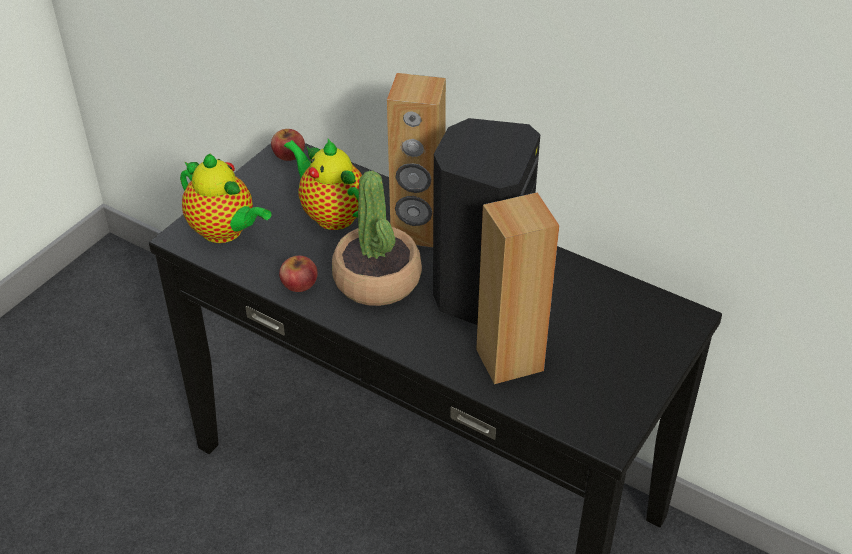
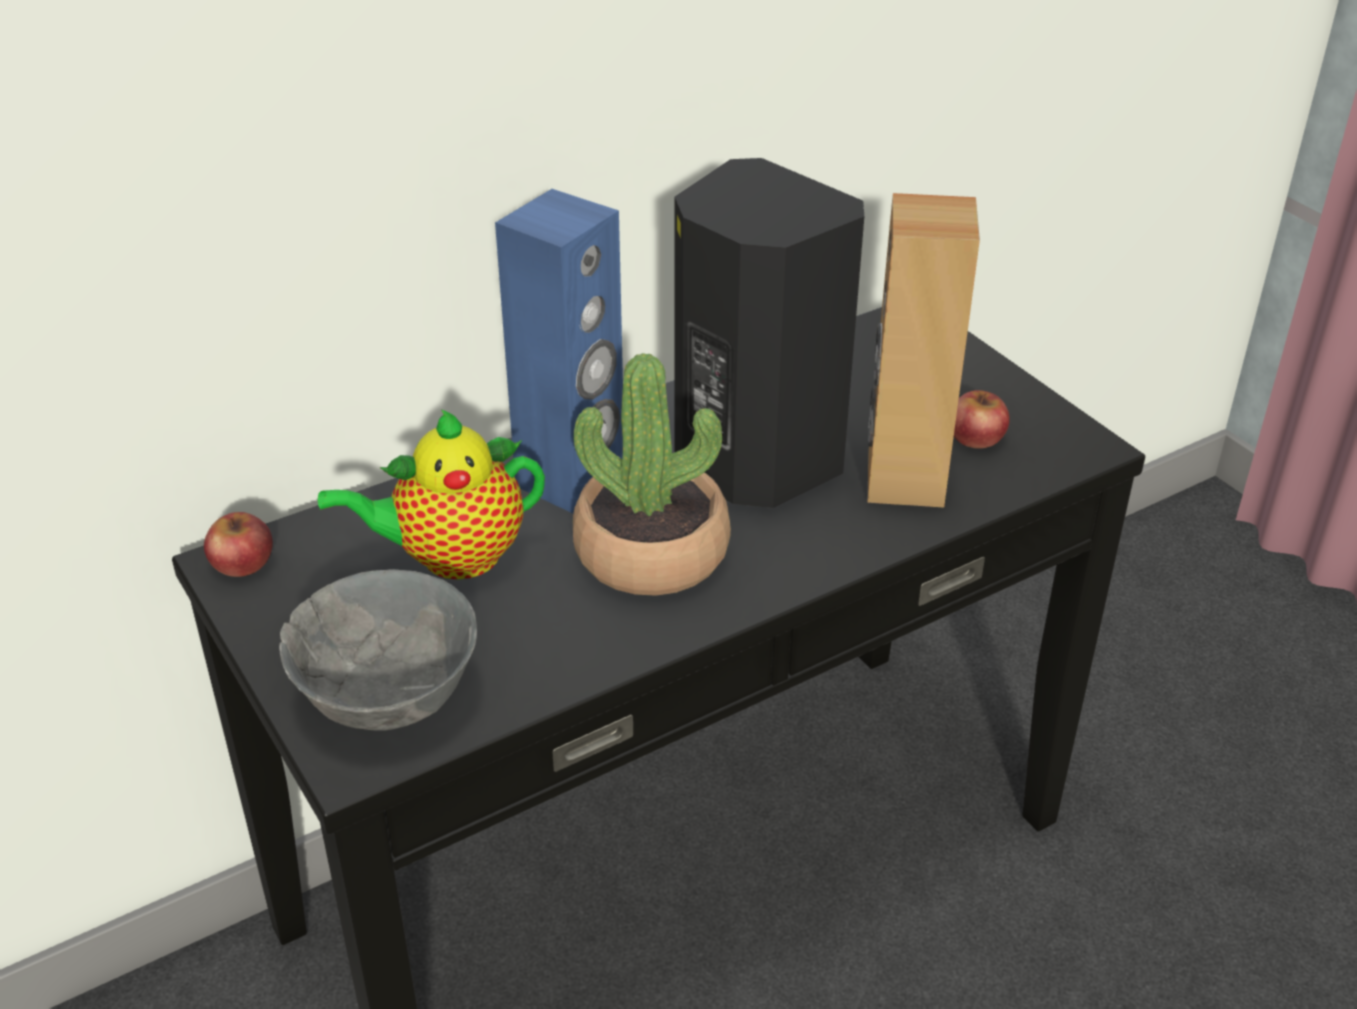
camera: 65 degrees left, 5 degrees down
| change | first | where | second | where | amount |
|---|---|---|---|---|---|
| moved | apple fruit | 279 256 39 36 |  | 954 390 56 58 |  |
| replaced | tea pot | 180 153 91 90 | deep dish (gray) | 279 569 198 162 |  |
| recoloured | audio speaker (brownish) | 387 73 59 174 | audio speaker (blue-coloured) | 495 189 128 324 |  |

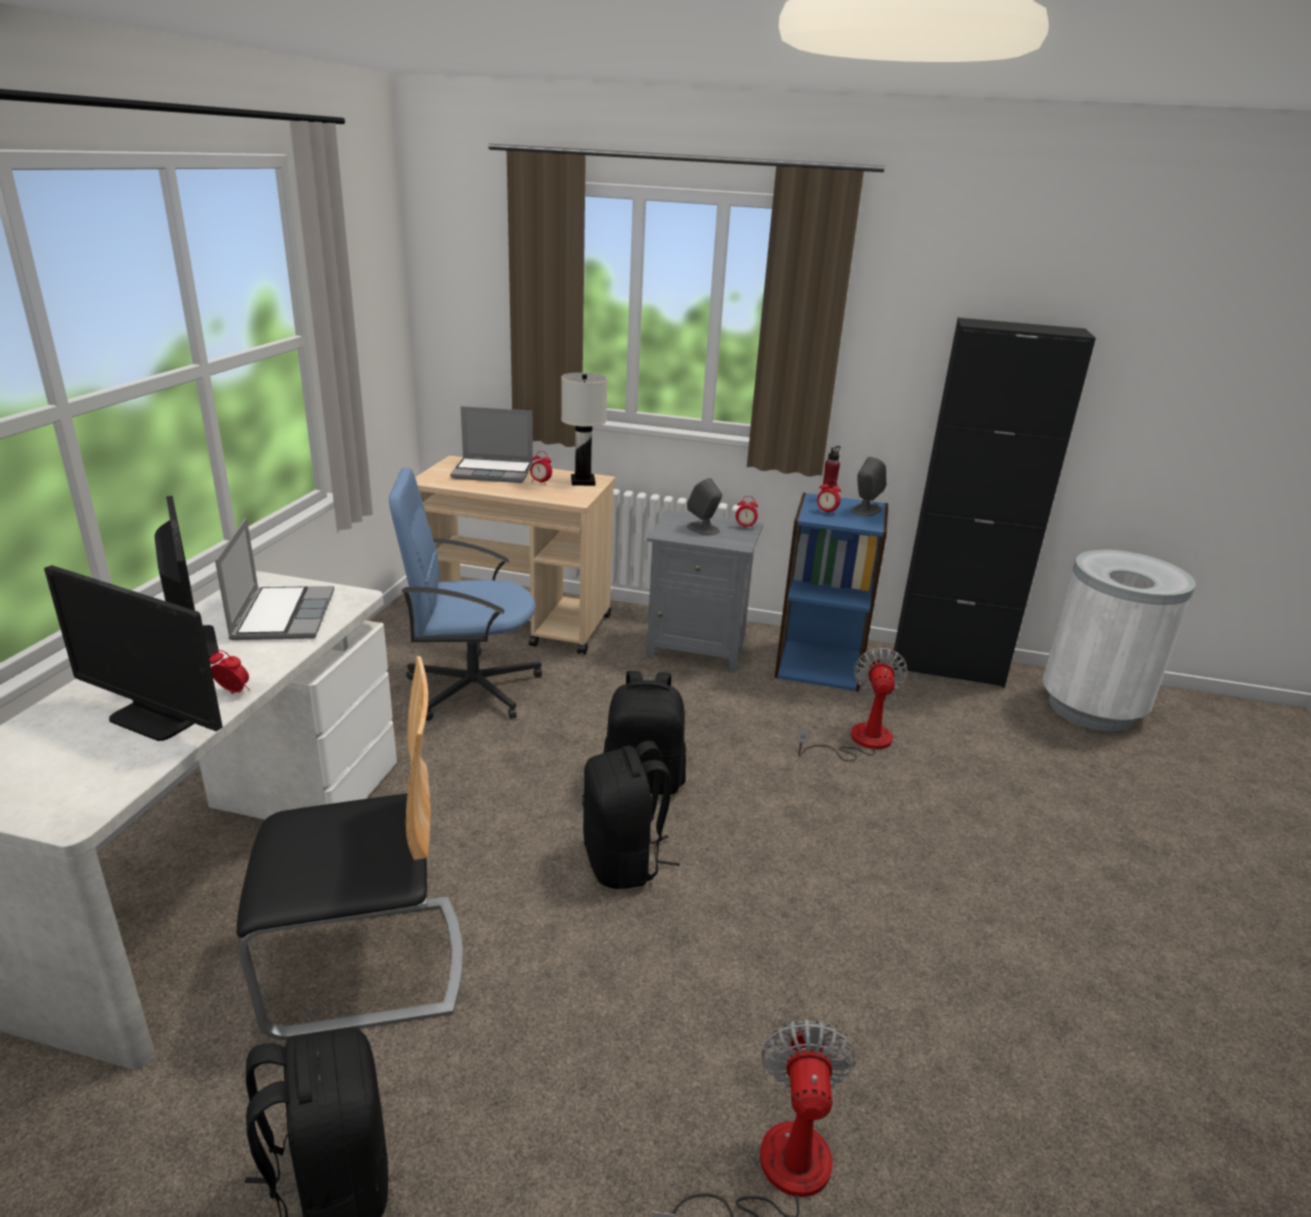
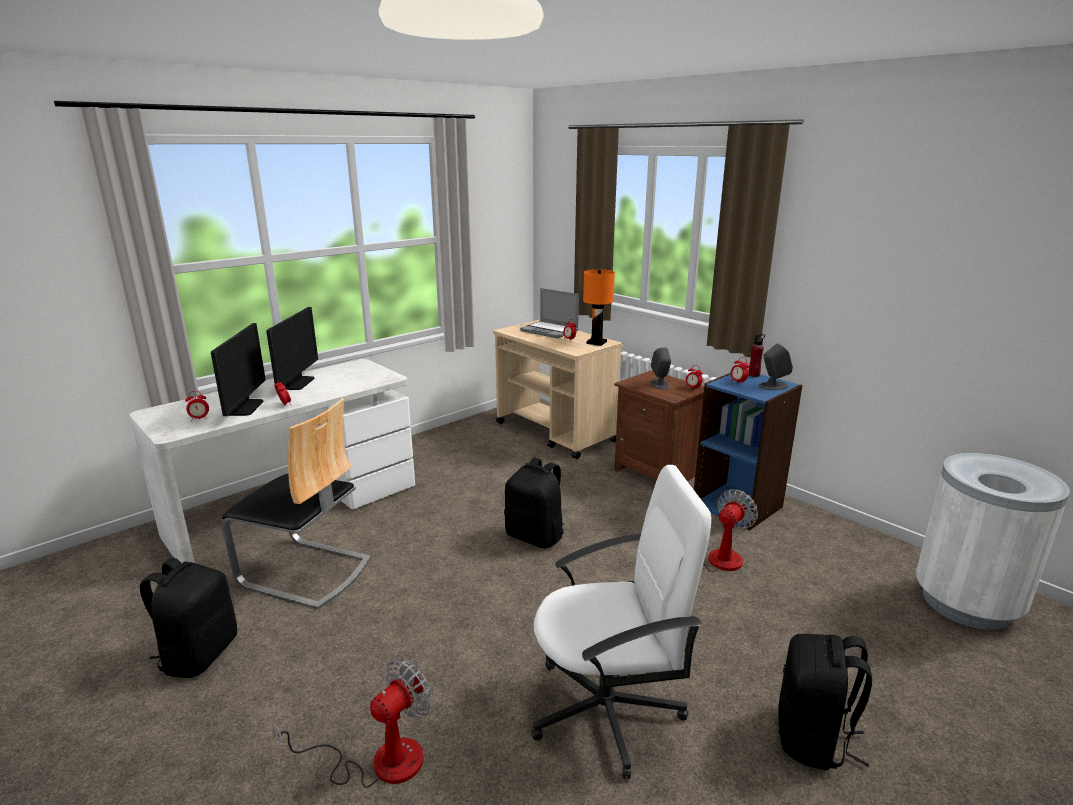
camera: 35 degrees right, 5 degrees down
| change | first | where | second | where | amount |
|---|---|---|---|---|---|
| removed | notebook computer | 215 518 119 122 |  |  |  |
| removed | desk chair (blue-coloured) | 389 468 153 253 |  |  |  |
| removed | storage cabinet (blackish) | 894 318 202 370 |  |  |  |
| added |  |  | bedside clock | 185 391 24 31 |  |
| added |  |  | desk chair (whitish) | 532 465 179 314 |  |
| moved | rucksack (blackish) | 582 741 98 148 |  | 778 634 94 136 |  |
| recoloured | tabletop lamp (whitish) | 561 372 47 114 | tabletop lamp (orangey) | 583 269 32 77 |  |
| recoloured | nightstand (gray) | 646 510 117 163 | nightstand (brownish) | 614 370 90 111 |  |
| turned | computer display | 44 565 179 176 |  | 211 323 55 93 | 150 degrees counterclockwise |

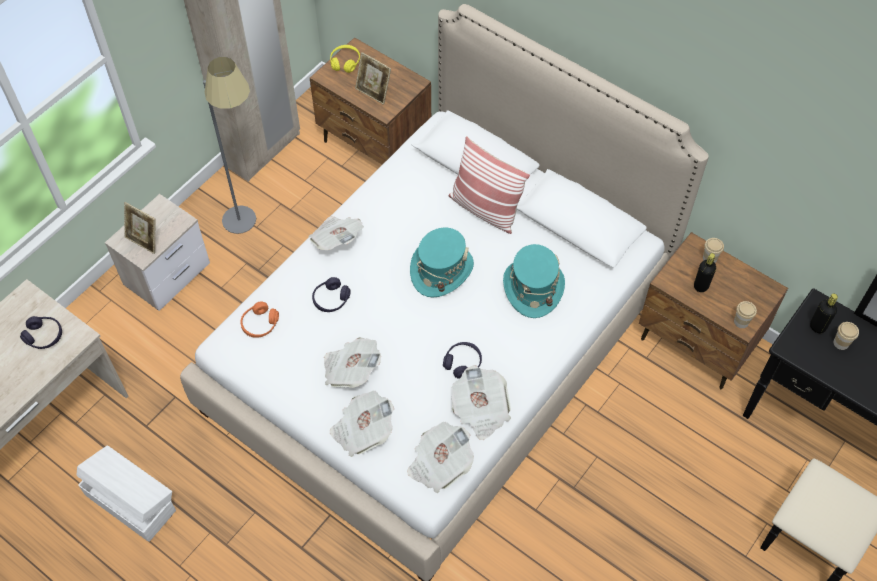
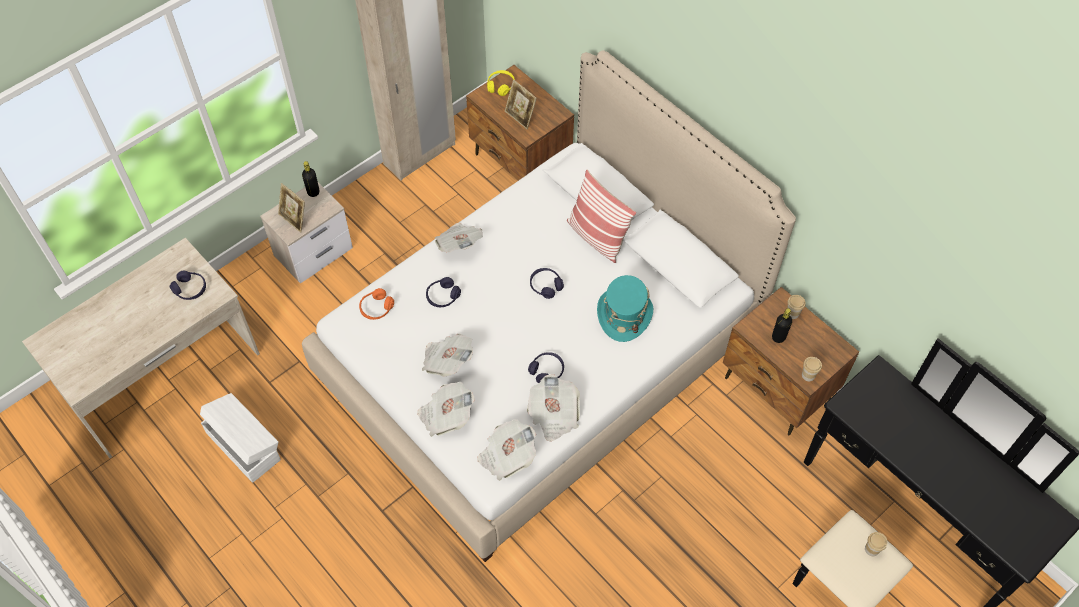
camera: 10 degrees right, 0 degrees up
| change | first | where | second | where | amount |
|---|---|---|---|---|---|
| removed | standing lamp (gray) | 203 57 53 177 |  |  |  |
| moved | bottle (blackish) | 810 294 28 39 |  | 302 161 17 36 |  |
| moved | cup | 834 322 25 28 |  | 865 532 23 24 |  |
| replaced | wearable hat (blue-green) | 410 227 64 70 | pair of headphones (purple-coloured) | 530 268 34 31 |  |

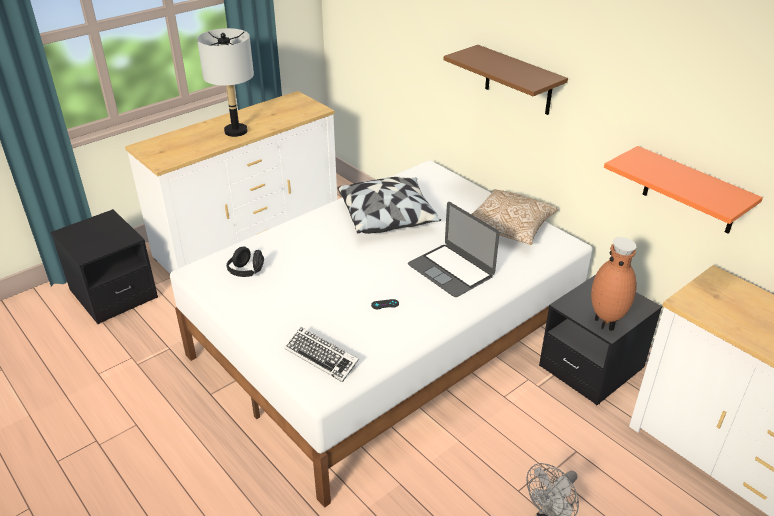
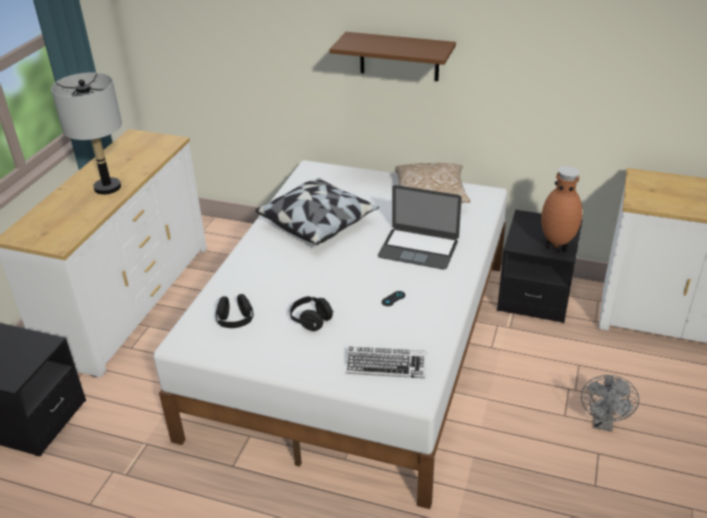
camera: 30 degrees left, 0 degrees up
| change | first | where | second | where | amount |
|---|---|---|---|---|---|
| removed | bracket shelf (orangey) | 604 146 159 88 |  |  |  |
| added |  |  | pair of headphones (blackish) | 290 296 44 35 |  |

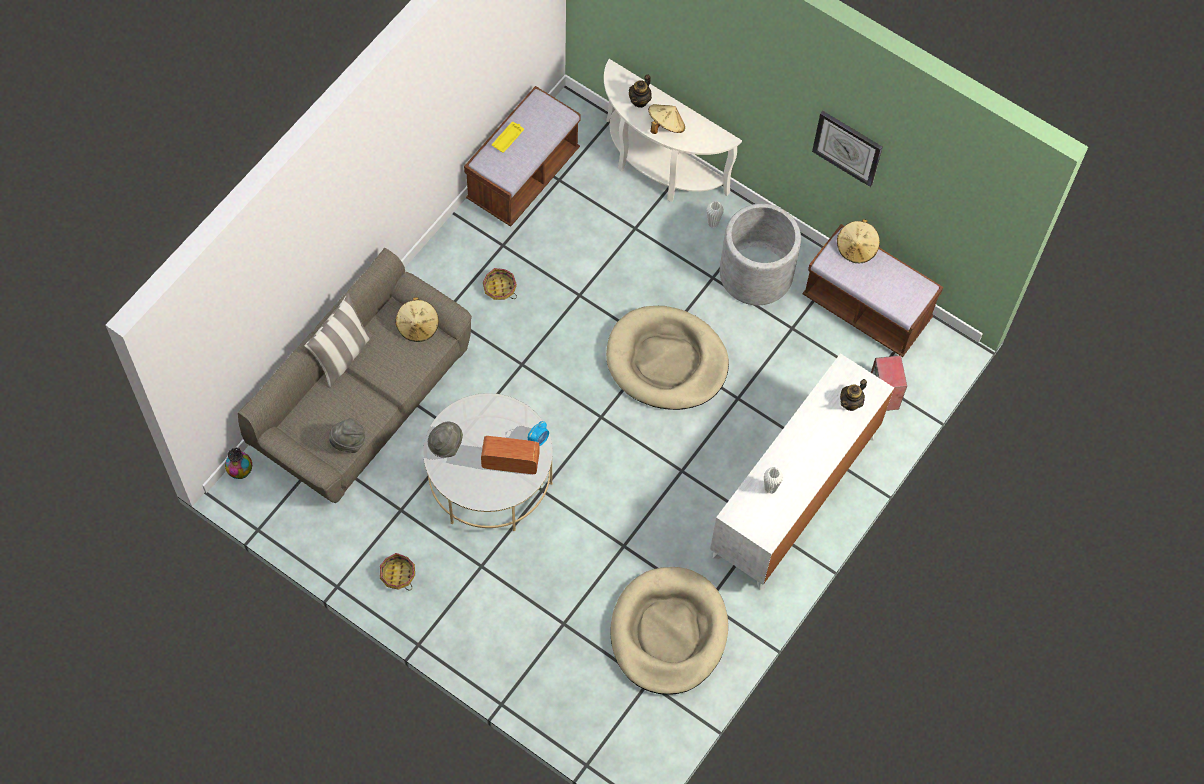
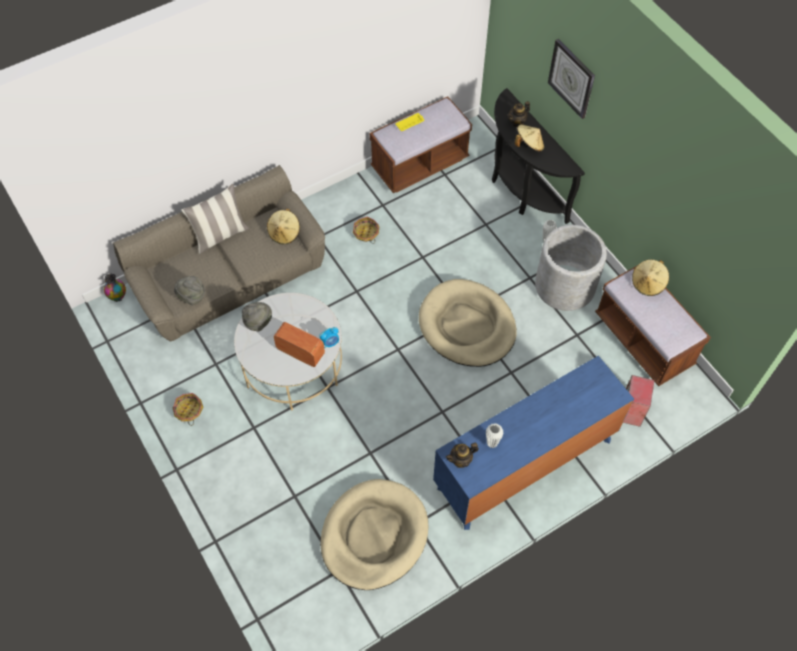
camera: 25 degrees right, 5 degrees down
| change | first | where | second | where | amount |
|---|---|---|---|---|---|
| moved | clock on the wall | 812 111 71 76 |  | 548 39 47 80 |  |
| moved | tea pot | 840 379 27 32 |  | 446 443 33 25 |  |
| recoloured | narrow table (whitish) | 604 59 138 143 | narrow table (blackish) | 492 88 93 136 |  |
| recoloured | chest of drawers (whitish) | 710 353 184 237 | chest of drawers (blue-coloured) | 433 356 201 174 |  |

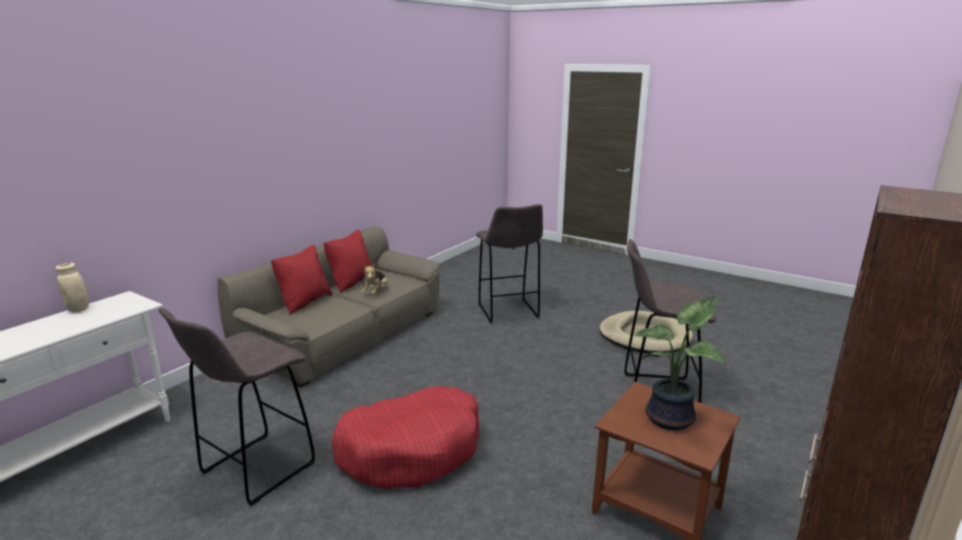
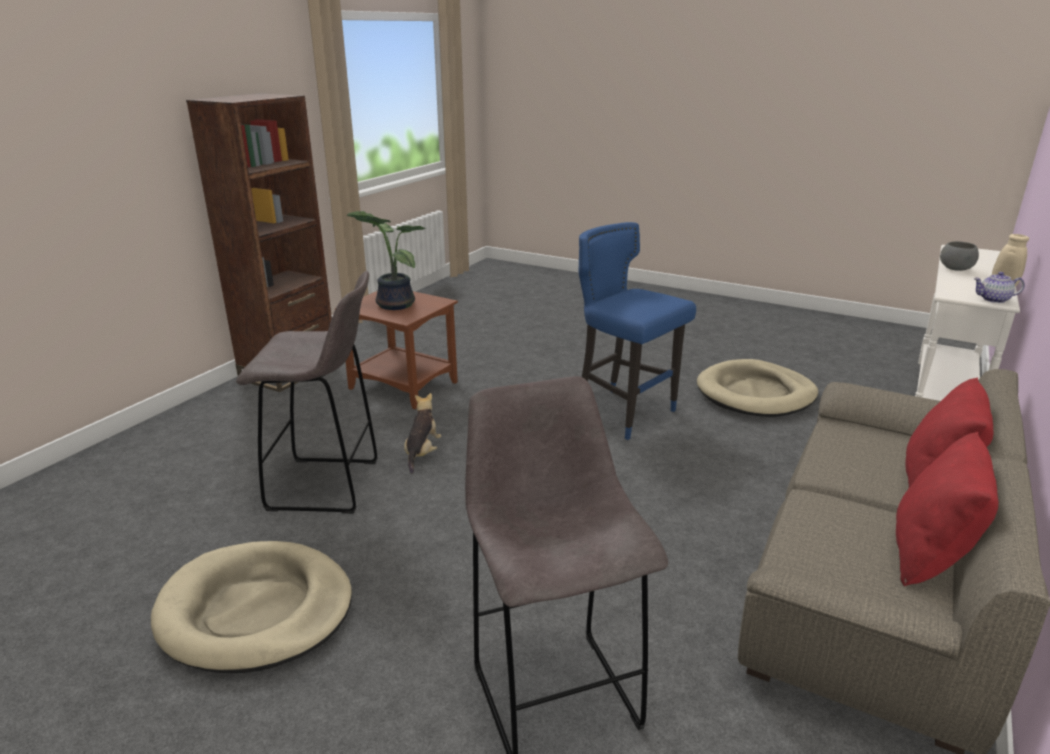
camera: 175 degrees right, 5 degrees up
| change | first | where | second | where | amount |
|---|---|---|---|---|---|
| added |  |  | deep dish (gray) | 940 241 39 30 |  |
| added |  |  | tea pot | 974 272 51 31 |  |
| moved | cuddly toy | 361 264 27 30 |  | 404 393 37 81 |  |
| replaced | stool (gray) | 159 308 156 198 | pet bed (beige-coloured) | 697 359 121 58 |  |
| replaced | pet bed (reddish) | 331 386 148 103 | stool (blue-coloured) | 579 222 117 218 |  |

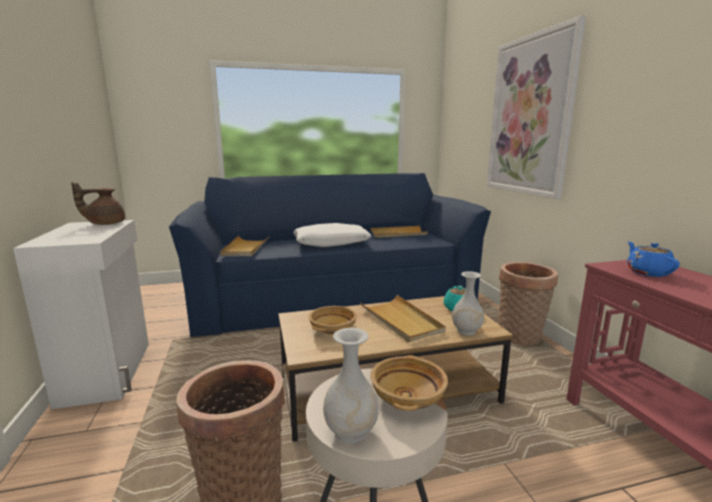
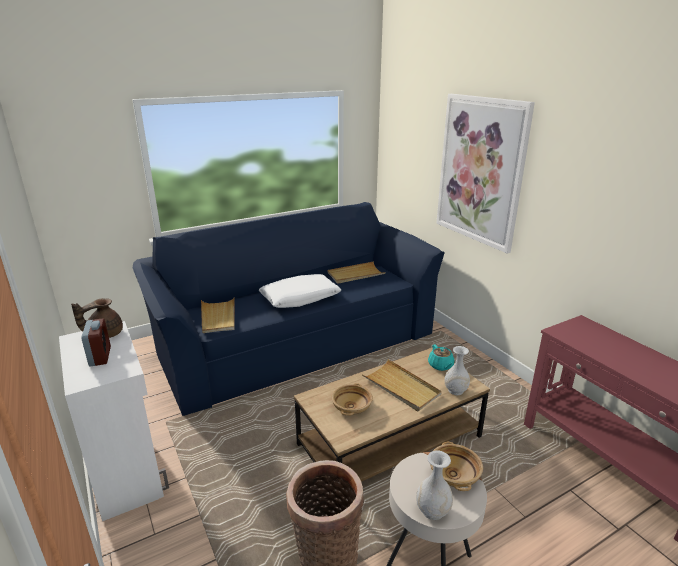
camera: 15 degrees left, 10 degrees up
| change | first | where | second | where | amount |
|---|---|---|---|---|---|
| removed | household basket | 499 262 59 83 |  |  |  |
| removed | tea pot (blue-coloured) | 627 241 53 36 |  |  |  |
| added |  |  | bedside clock | 81 318 30 49 |  |

